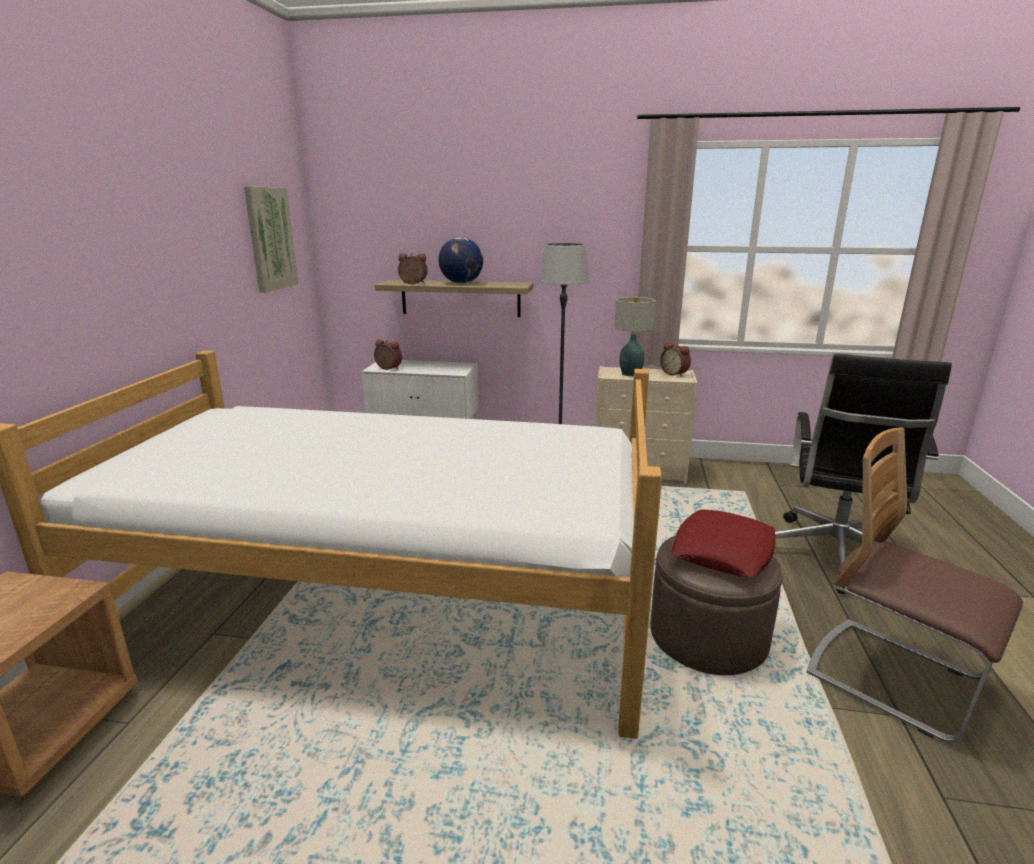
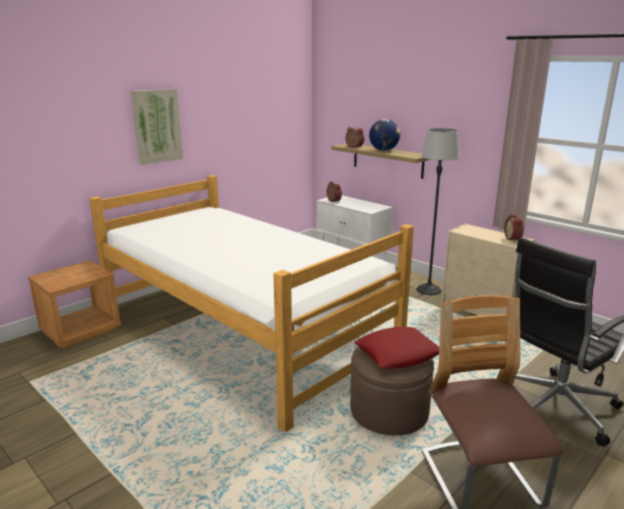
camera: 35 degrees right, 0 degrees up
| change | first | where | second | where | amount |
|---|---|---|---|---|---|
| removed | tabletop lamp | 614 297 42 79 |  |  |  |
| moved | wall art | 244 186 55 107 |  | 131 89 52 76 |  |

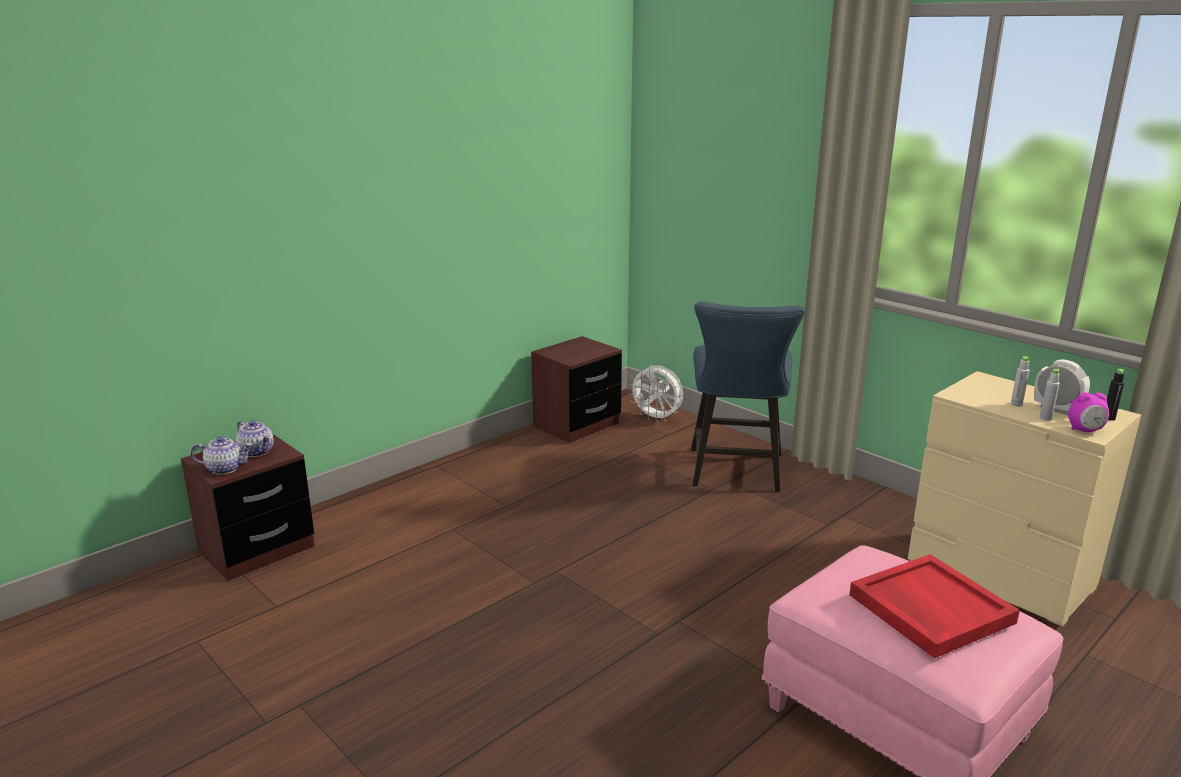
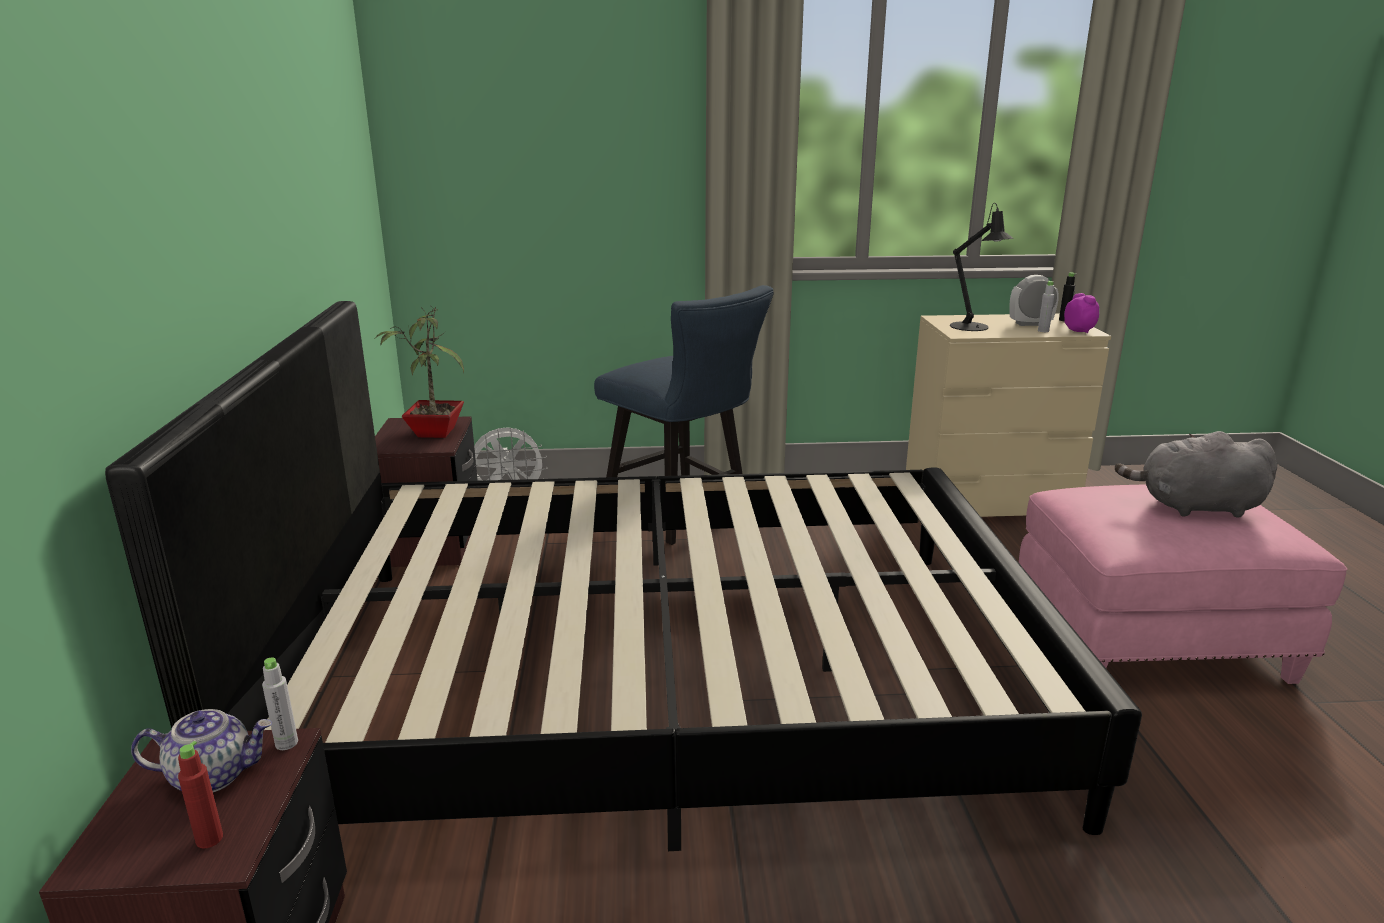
camera: 50 degrees left, 0 degrees up
| change | first | where | second | where | amount |
|---|---|---|---|---|---|
| added |  |  | bedroom bed (blackish) | 105 301 1037 550 |  |
| added |  |  | houseplant | 373 307 91 131 |  |
| added |  |  | tabletop lamp (blackish) | 950 203 63 128 |  |
| moved | bottle (gray) | 1011 356 18 51 |  | 262 658 36 92 |  |
| replaced | tea pot | 190 436 63 39 | bottle (reddish) | 178 741 45 108 |  |
| replaced | tray (reddish) | 849 554 171 104 | cuddly toy (gray) | 1115 431 162 86 |  |
| turned | bedside clock | 1068 392 41 40 |  | 1064 293 36 40 | 60 degrees counterclockwise |

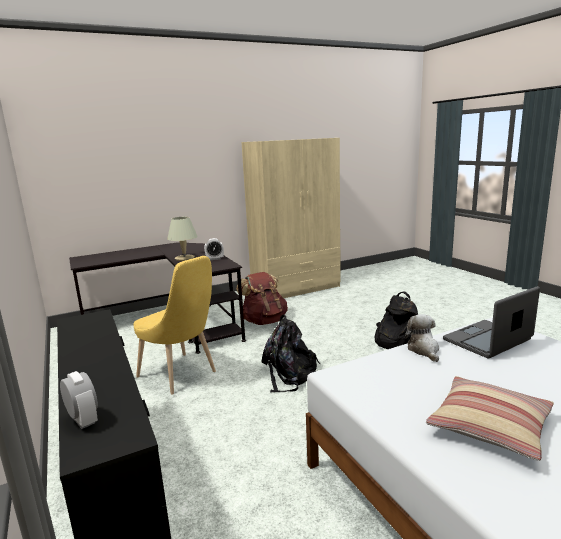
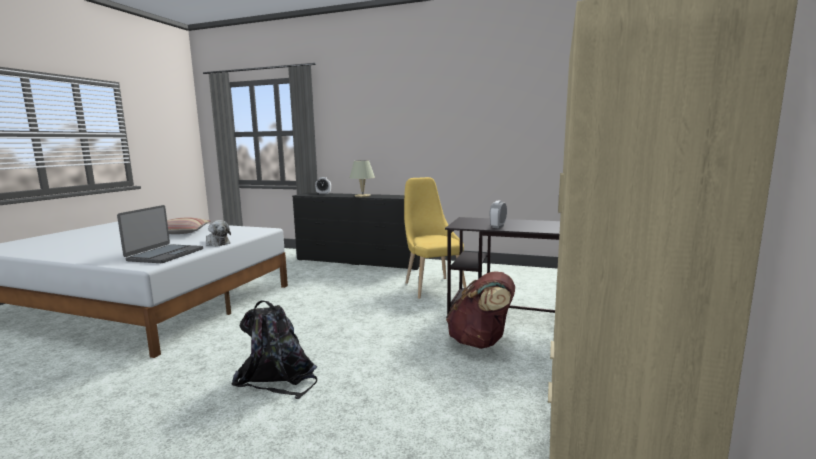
camera: 135 degrees right, 5 degrees down
| change | first | where | second | where | amount |
|---|---|---|---|---|---|
| removed | rucksack (blackish) | 262 315 58 78 |  |  |  |
| moved | tabletop lamp (beige-coloured) | 167 217 31 44 |  | 350 160 25 37 |  |
| turned | upright chair (yellow-coloured) | 133 256 83 139 |  | 404 177 63 122 | 75 degrees clockwise |

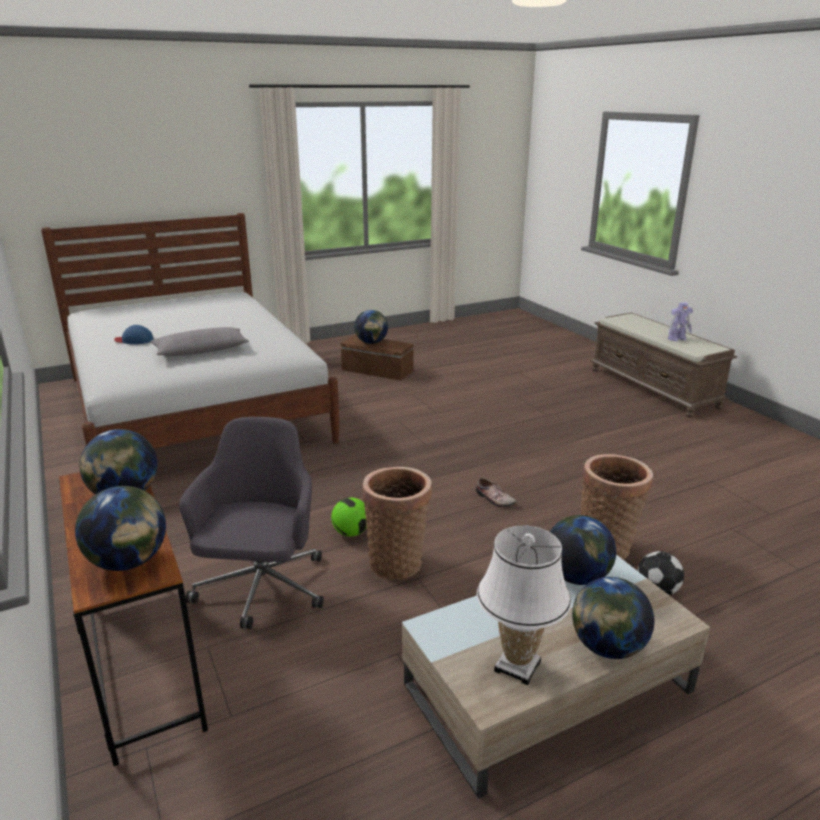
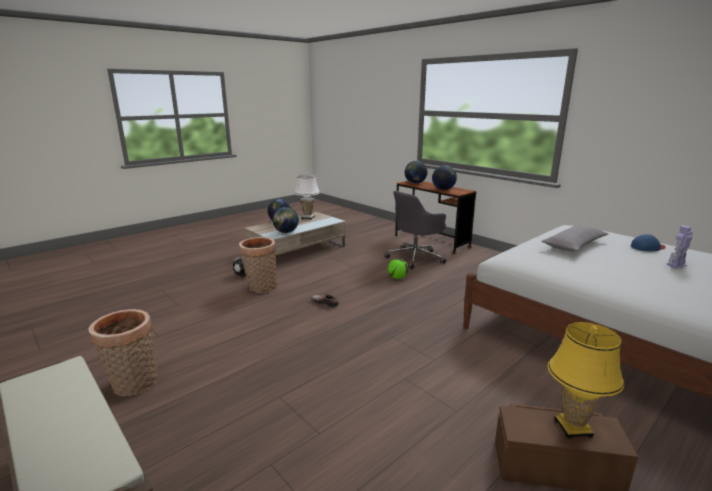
camera: 165 degrees right, 5 degrees down
| change | first | where | second | where | amount |
|---|---|---|---|---|---|
| moved | household basket | 363 467 69 113 |  | 89 309 69 87 |  |
| moved | model robot | 668 302 25 39 |  | 667 225 26 44 |  |
| replaced | globe | 354 310 34 34 | tabletop lamp (yellow-coloured) | 548 322 77 117 |  |
| turned | desk chair (gray) | 179 417 145 212 |  | 384 191 62 78 | 60 degrees clockwise |

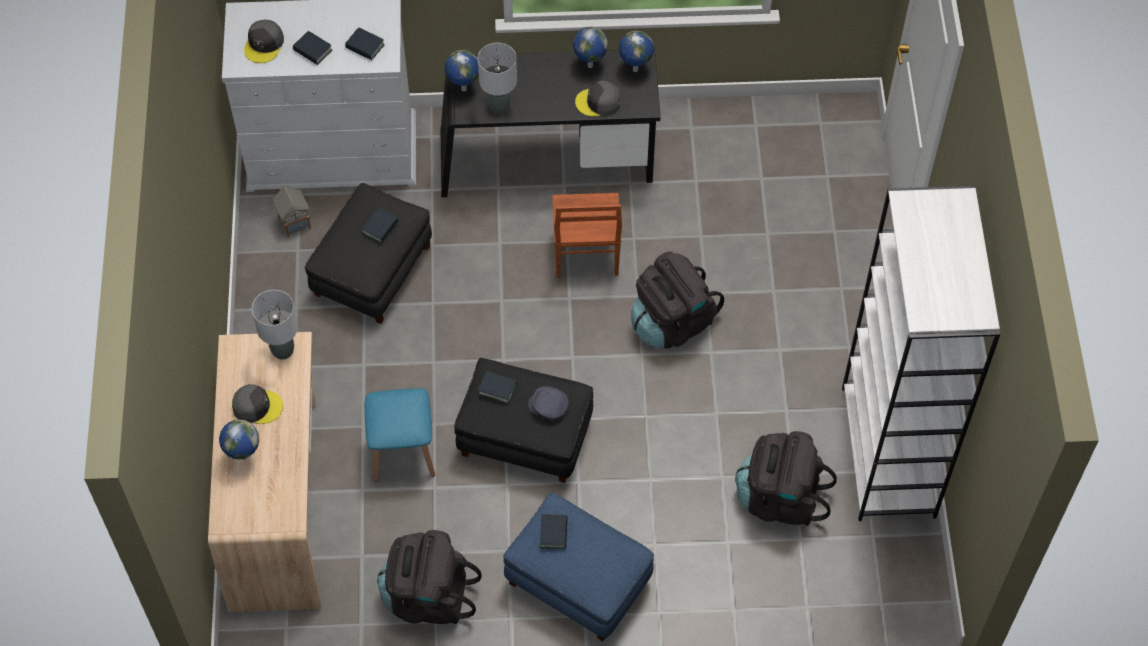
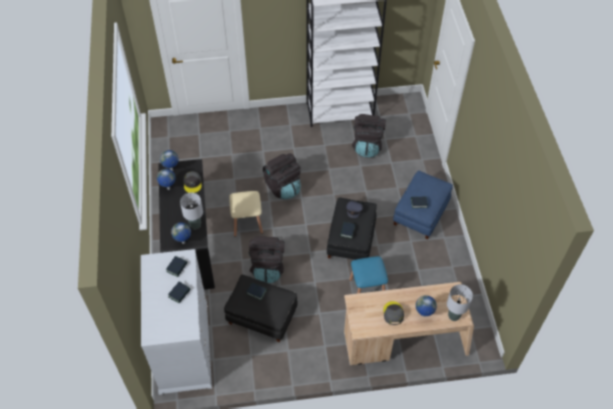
camera: 95 degrees left, 5 degrees down
| change | first | where | second | where | amount |
|---|---|---|---|---|---|
| removed | cap (gray) | 244 20 40 43 |  |  |  |
| removed | miniature house | 272 186 39 51 |  |  |  |
| moved | tabletop lamp (gray) | 252 290 46 70 |  | 447 284 26 37 |  |
| moved | rucksack (blackish) | 377 530 105 94 |  | 249 236 36 47 |  |
| replaced | upright chair (brownish) | 552 193 70 85 | stool (beige-coloured) | 229 191 34 46 |  |

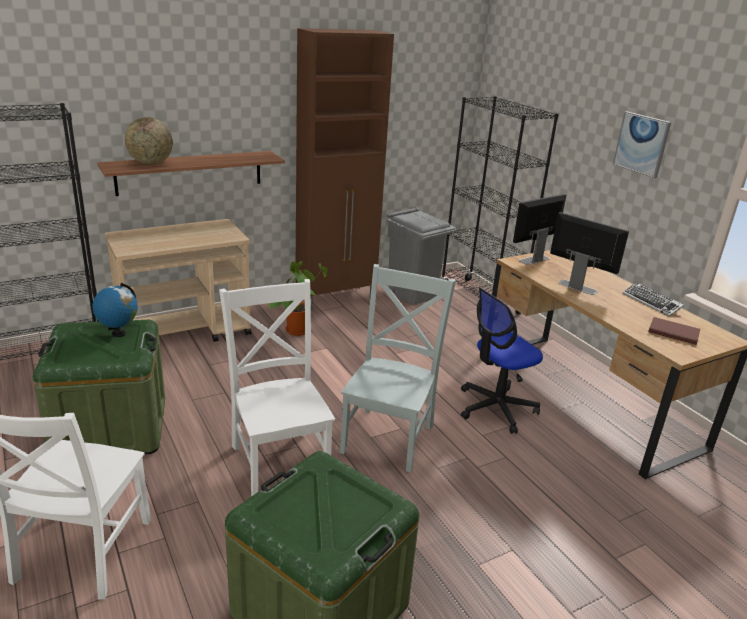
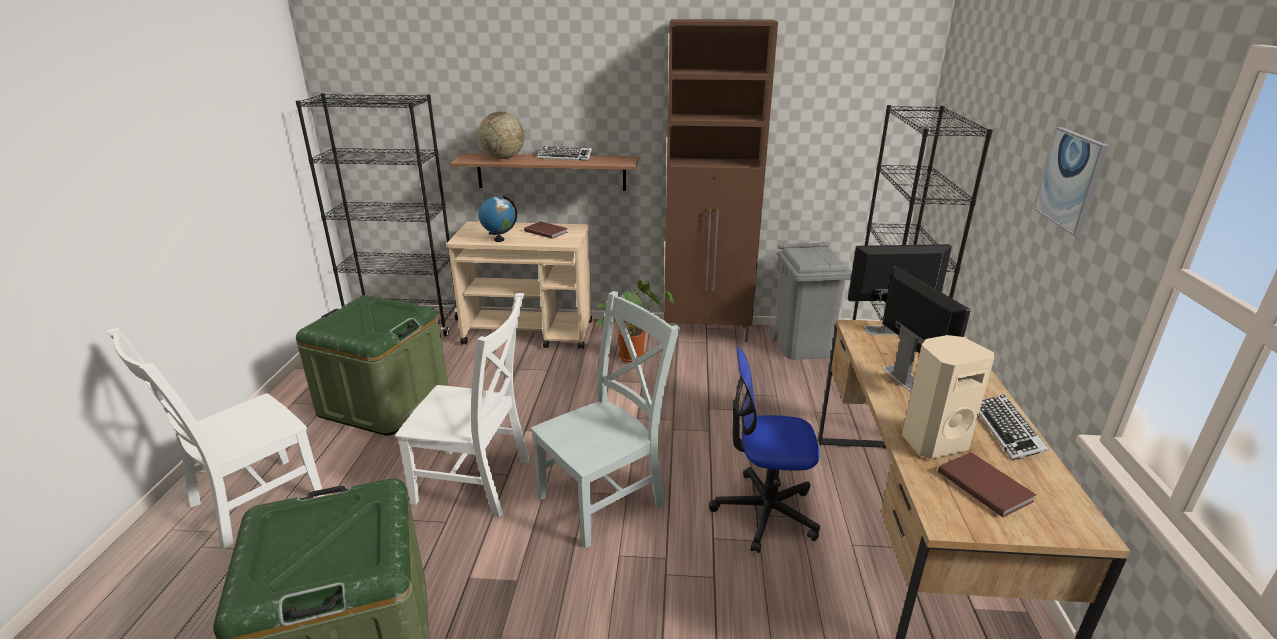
camera: 35 degrees right, 0 degrees up
| change | first | where | second | where | amount |
|---|---|---|---|---|---|
| added |  |  | volume (brownish) | 524 221 44 18 |  |
| added |  |  | keyboard | 537 146 55 15 |  |
| added |  |  | audio speaker (beige-coloured) | 902 335 92 124 |  |
| moved | globe | 92 283 46 54 |  | 478 195 39 47 |  |
| turned | upright chair (whitish) | 219 279 116 218 |  | 395 293 135 224 | 90 degrees clockwise |

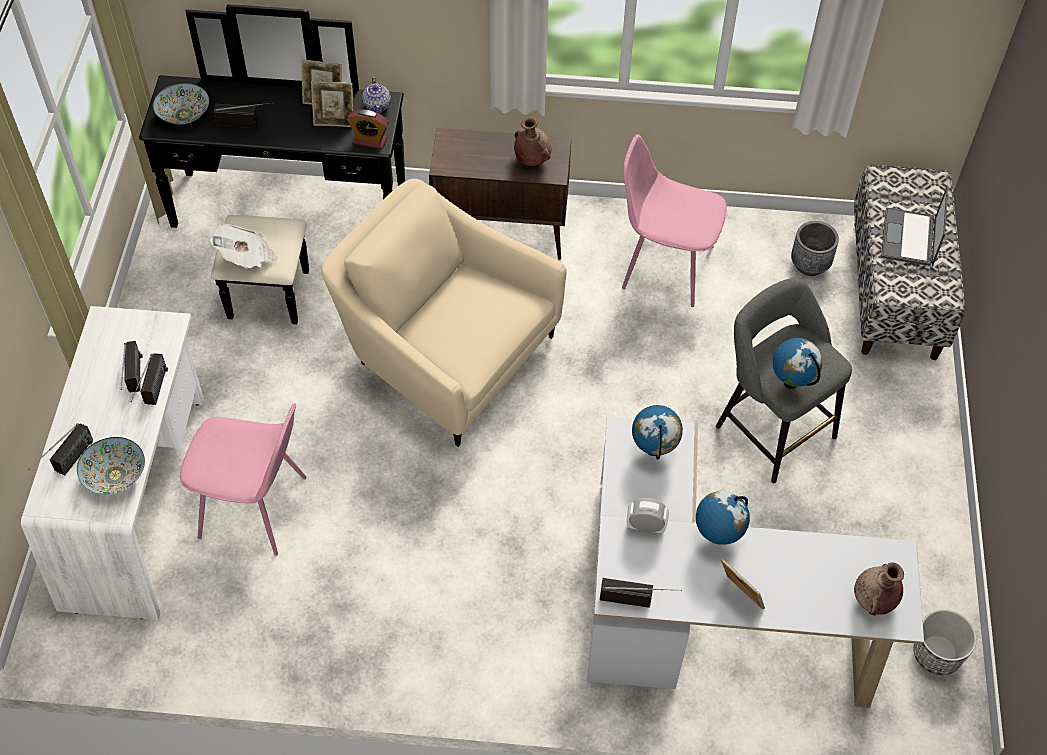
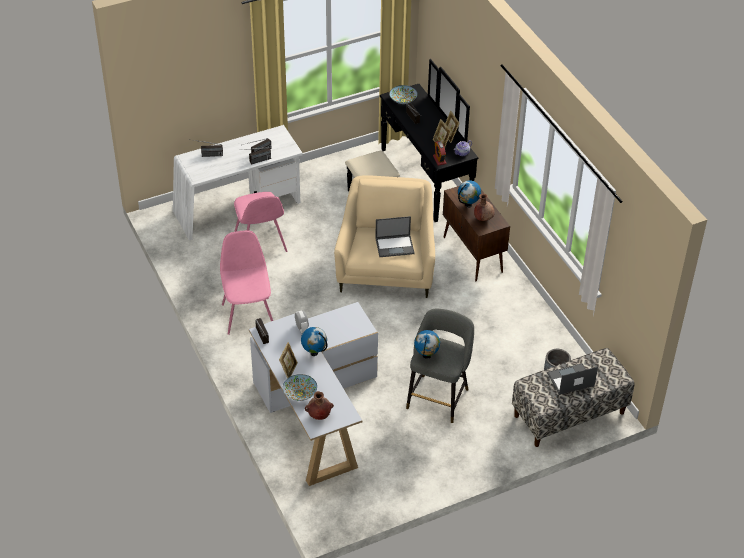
camera: 60 degrees right, 10 degrees down
| change | first | where | second | where | amount |
|---|---|---|---|---|---|
| removed | newspaper | 209 224 69 45 |  |  |  |
| removed | flower pot | 913 609 64 66 |  |  |  |
| added |  |  | notebook computer | 375 216 40 41 |  |
| moved | deep dish | 77 437 68 57 |  | 283 374 34 27 |  |
| moved | upright chair (pink) | 622 134 105 173 |  | 220 230 53 105 |  |
| moved | globe | 632 405 51 54 |  | 458 180 23 28 |  |

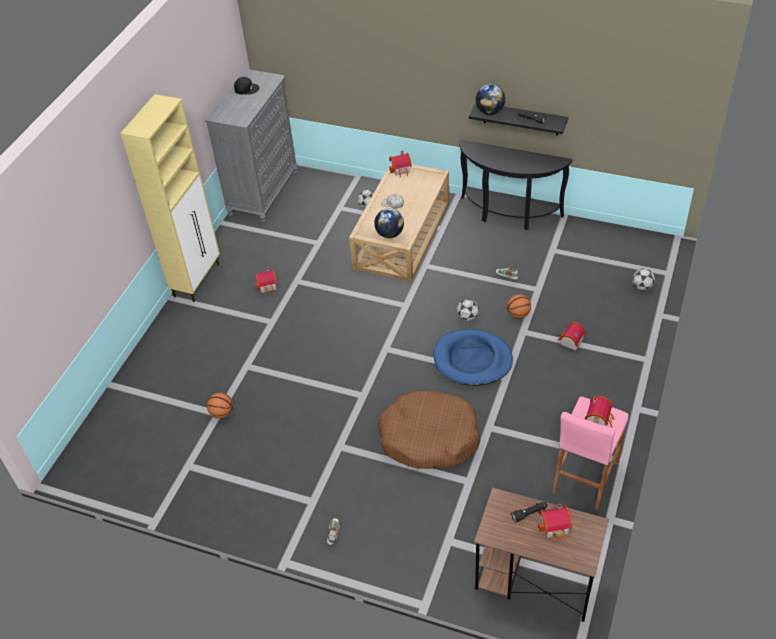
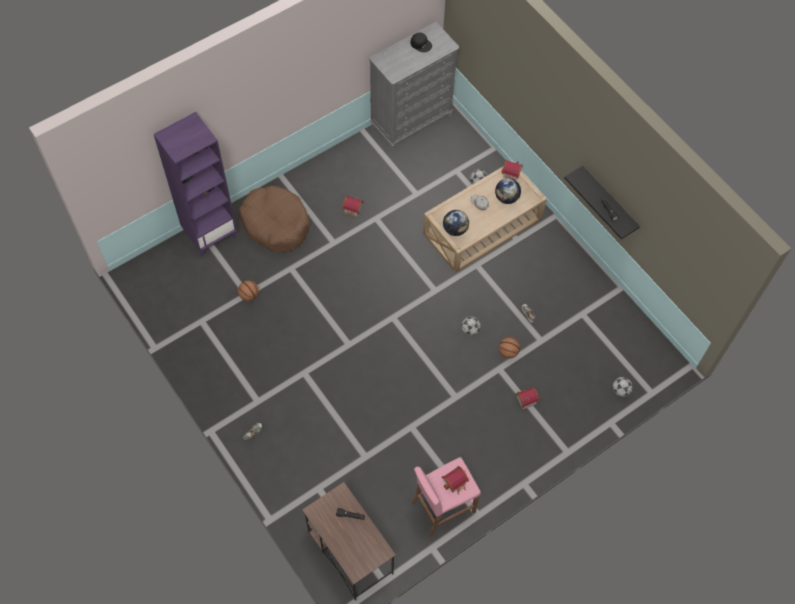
camera: 30 degrees right, 15 degrees up
| change | first | where | second | where | amount |
|---|---|---|---|---|---|
| removed | storage cabinet (beige-coloured) | 120 94 100 208 |  |  |  |
| removed | pet bed (blue-coloured) | 434 329 79 57 |  |  |  |
| removed | narrow table (blackish) | 459 140 114 90 |  |  |  |
| removed | miniature house | 538 504 34 39 |  |  |  |
| added |  |  | bookshelf (purple-coloured) | 154 112 83 145 |  |
| moved | pet bed (brownish) | 378 390 102 79 |  | 239 186 71 66 |  |
| moved | globe | 475 84 30 31 |  | 495 178 26 26 |  |

